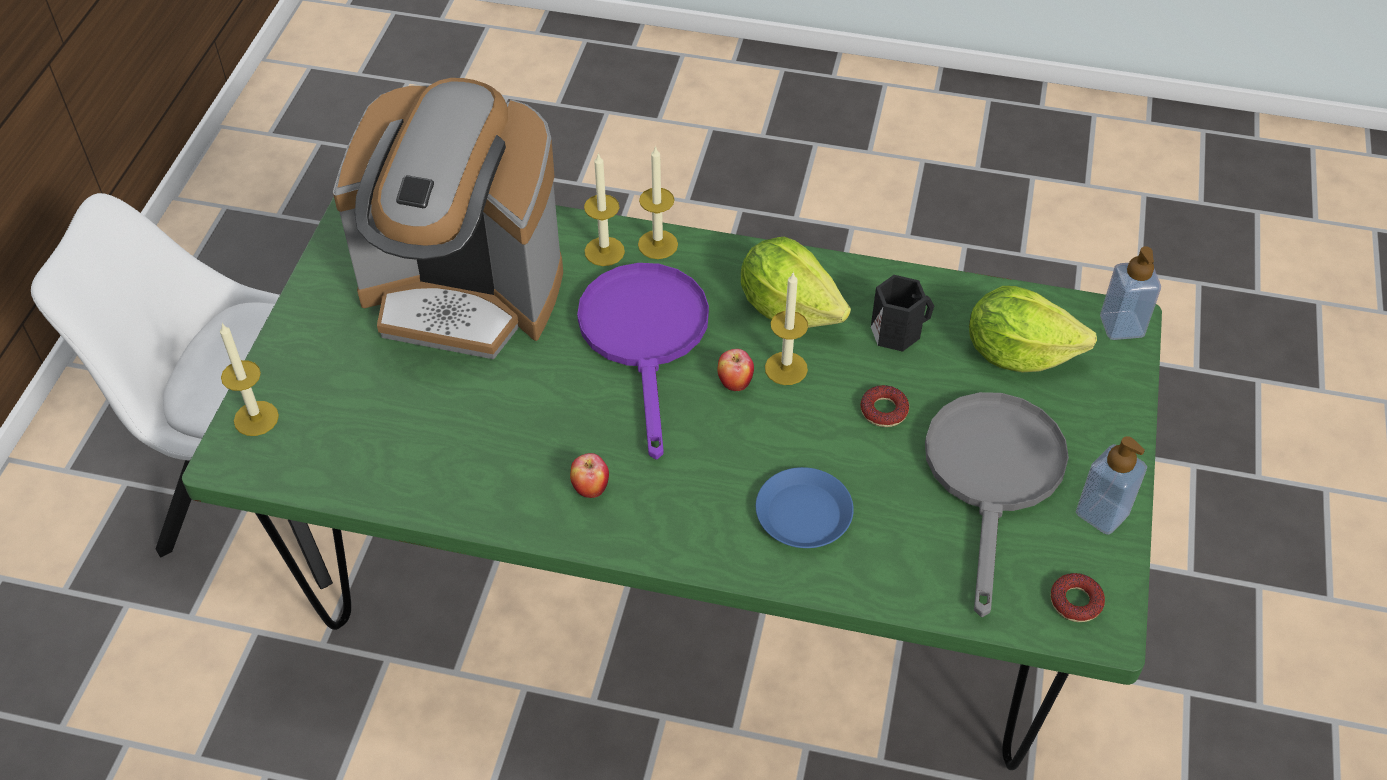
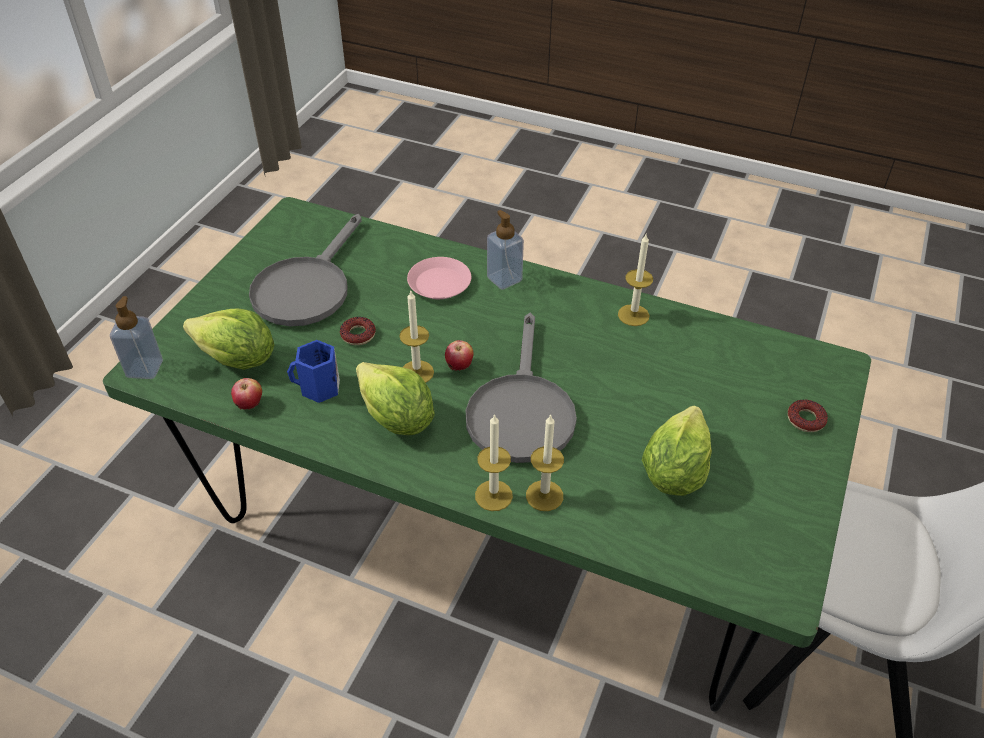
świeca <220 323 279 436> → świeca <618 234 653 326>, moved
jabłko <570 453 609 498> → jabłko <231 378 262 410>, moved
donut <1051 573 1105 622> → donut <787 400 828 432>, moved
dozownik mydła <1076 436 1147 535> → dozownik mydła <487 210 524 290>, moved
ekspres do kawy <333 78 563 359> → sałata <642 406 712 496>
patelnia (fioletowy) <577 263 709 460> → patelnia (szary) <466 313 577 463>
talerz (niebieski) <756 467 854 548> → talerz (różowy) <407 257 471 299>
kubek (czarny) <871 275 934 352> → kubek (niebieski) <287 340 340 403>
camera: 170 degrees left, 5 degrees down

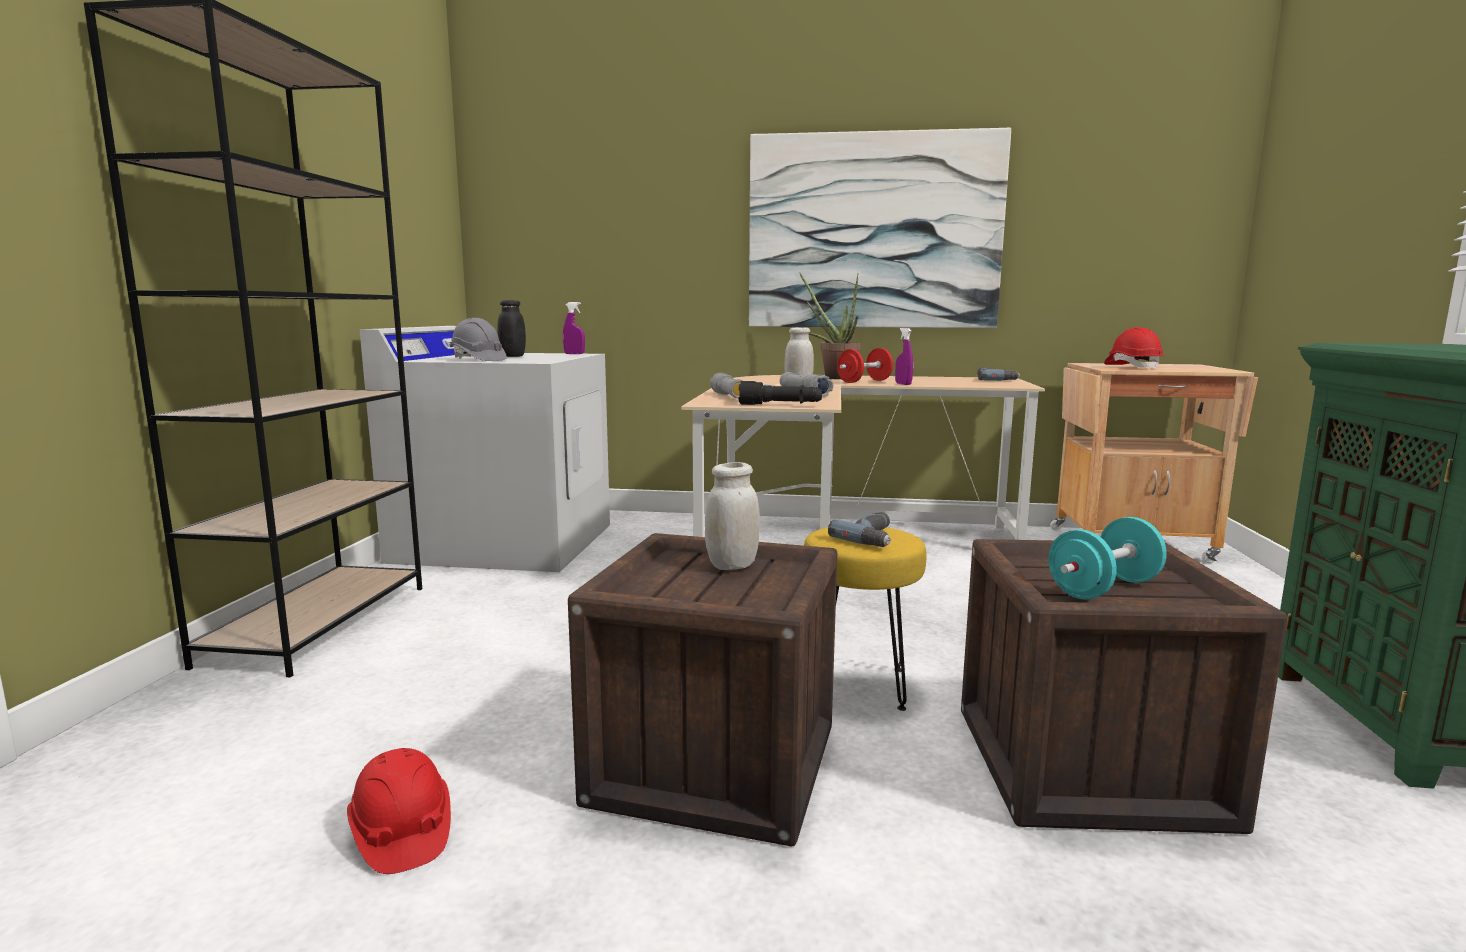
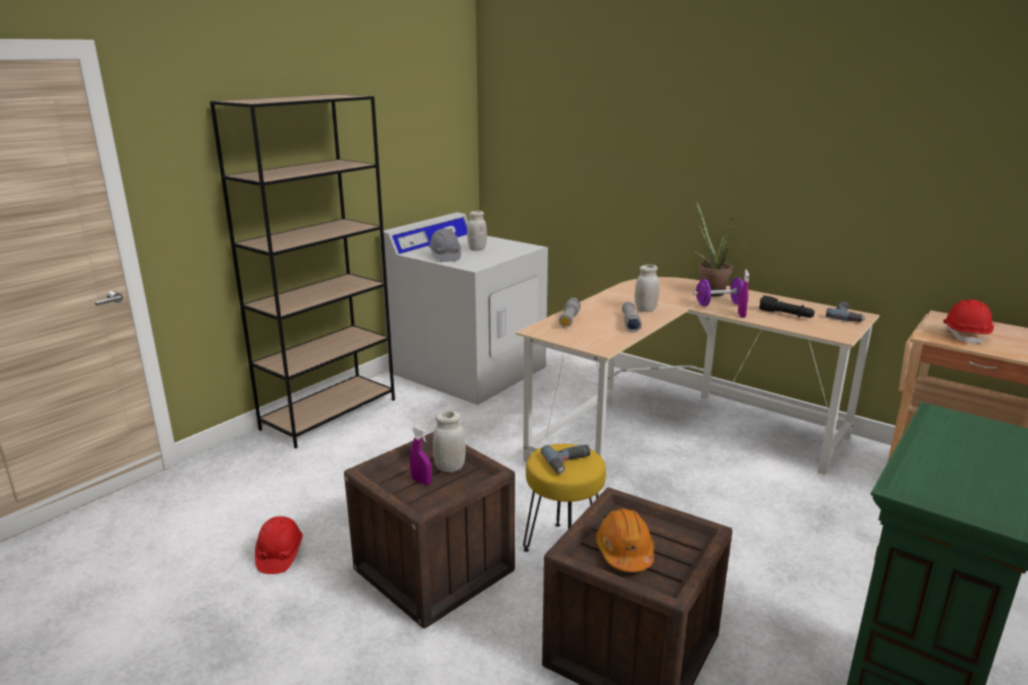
obraz <749 128 1011 328> → -
spryskiwacz (fioletowy) <563 302 585 354> → spryskiwacz (fioletowy) <410 426 432 485>, moved
latarka (czarny) <738 381 822 405> → latarka (czarny) <759 295 815 318>, moved
hantel (turkusowy) <1049 517 1167 599> → kask (pomarańczowy) <596 508 654 572>
słoik (czarny) <497 300 526 357> → słoik (biały) <467 211 487 251>
hantel (czerwony) <837 348 893 383> → hantel (fioletowy) <693 278 744 306>
camera: 30 degrees right, 10 degrees up

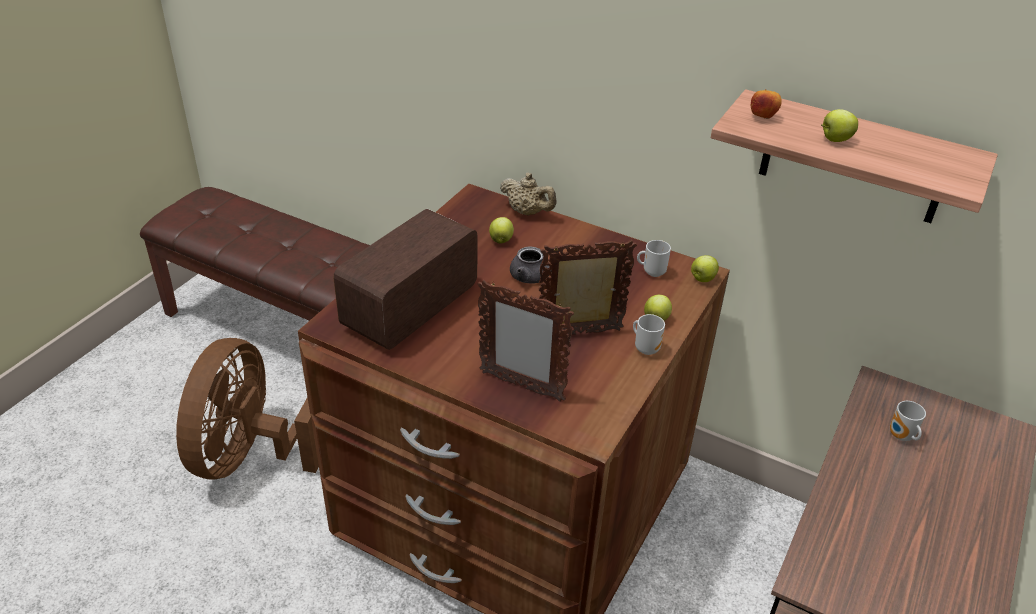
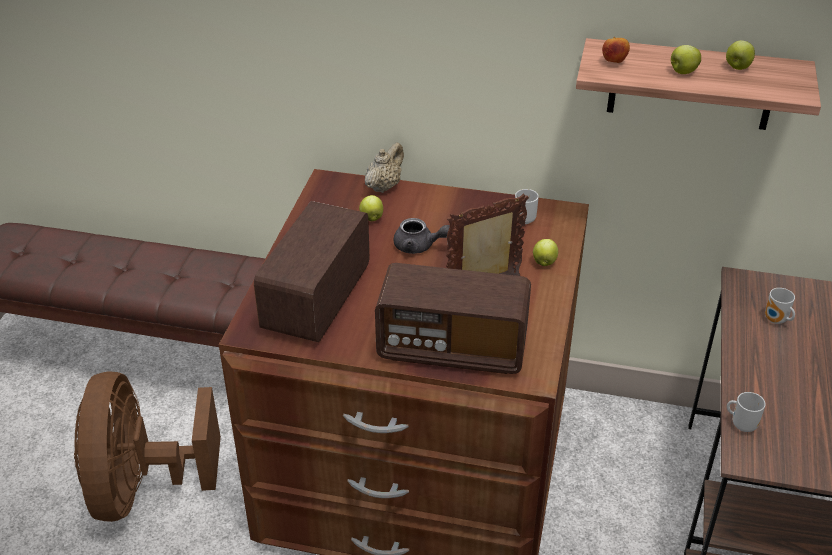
kubek <633 314 665 355> → kubek <727 392 766 432>, moved
jabłko <691 255 719 282> → jabłko <726 40 755 70>, moved
ramka na zdjęcie <477 280 574 402> → radio <375 263 531 374>
imbryk (beżowy) <500 173 556 215> → imbryk (beżowy) <365 142 404 193>, 75 degrees counterclockwise
camera: 15 degrees left, 0 degrees up

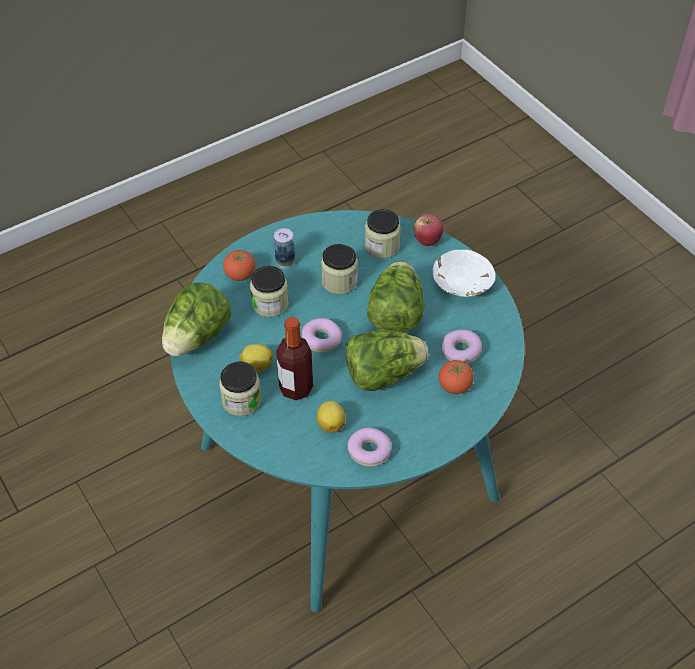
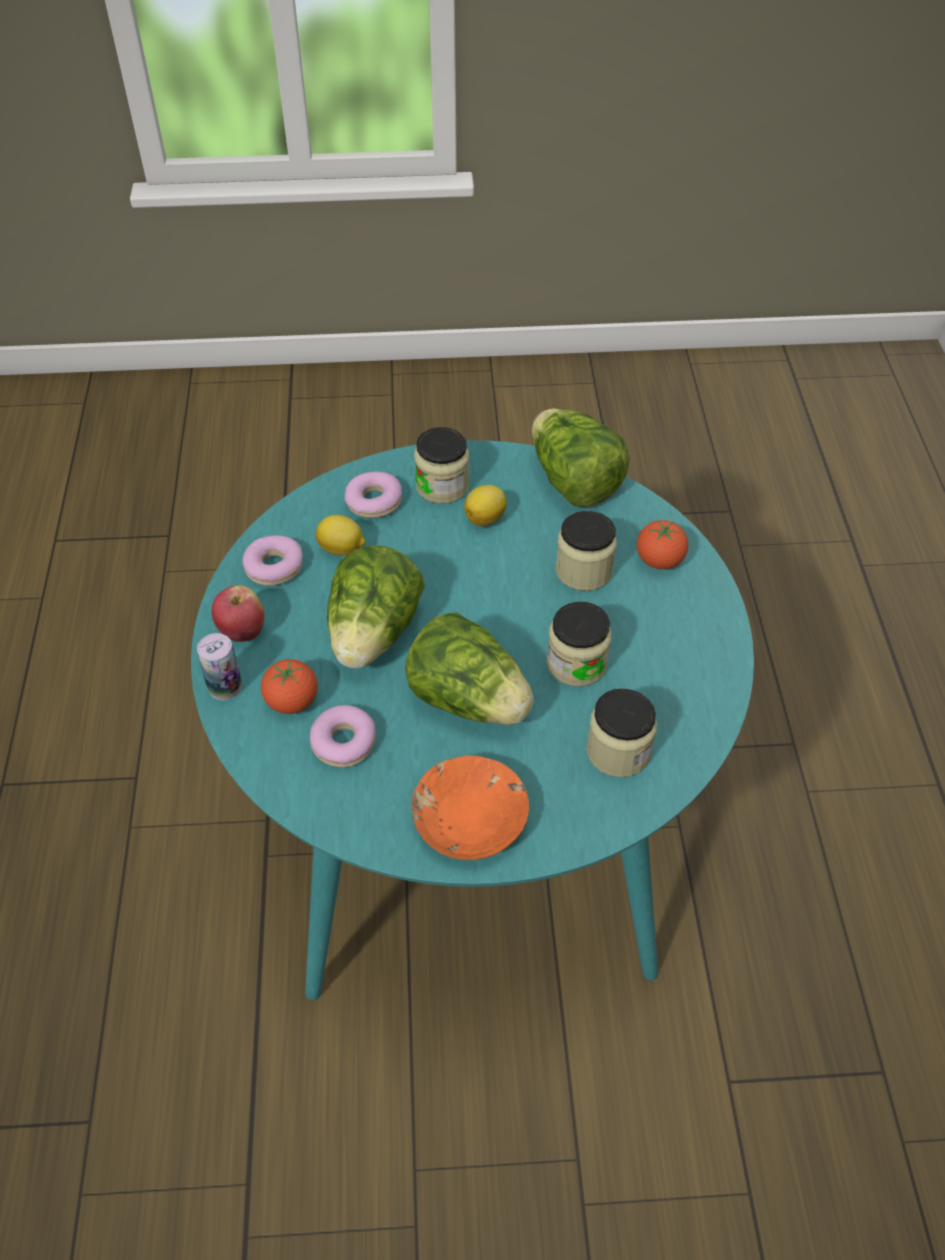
butelka <276 317 313 401> → -
puszka <274 228 295 269> → puszka <197 633 242 700>, moved
donut <302 318 342 352> → donut <345 472 402 518>, moved
jabłko <414 214 443 246> → jabłko <212 585 265 642>, moved
miska (biały) <433 250 495 297> → miska (pomarańczowy) <411 755 529 860>
camera: 120 degrees right, 0 degrees up

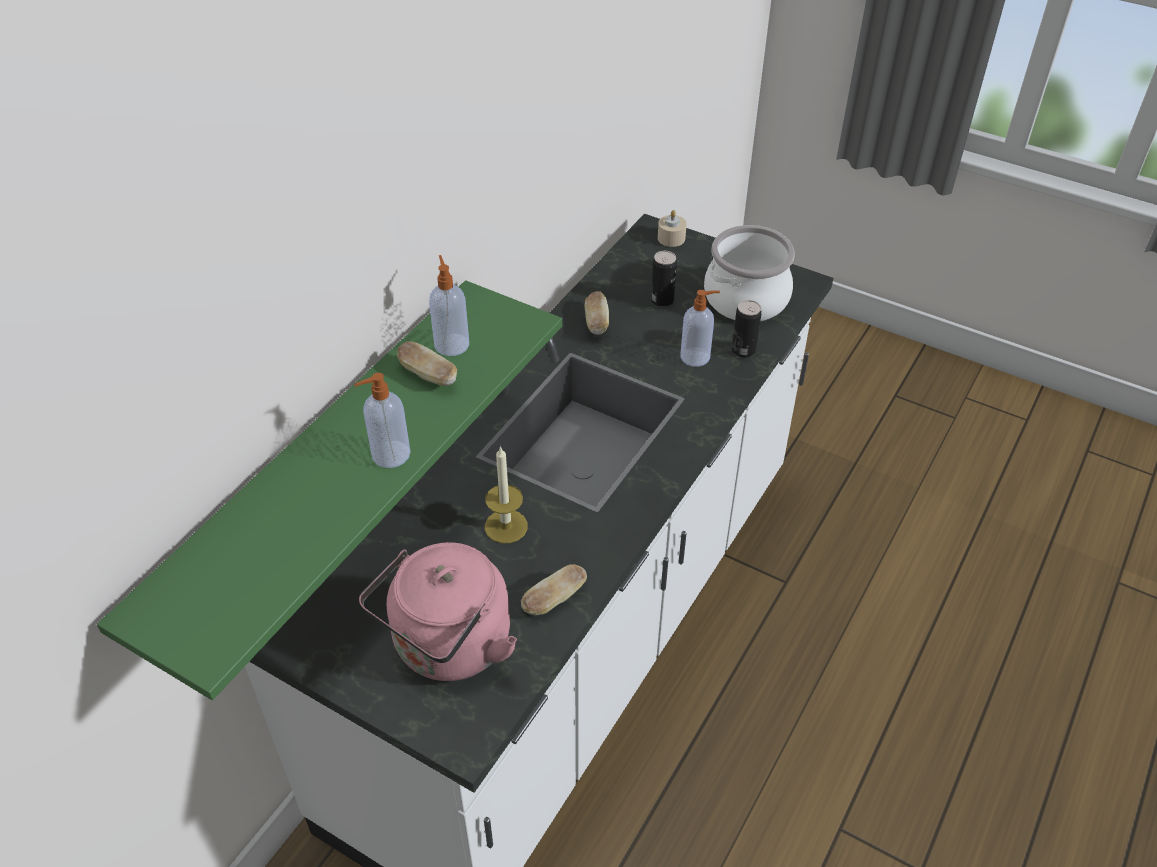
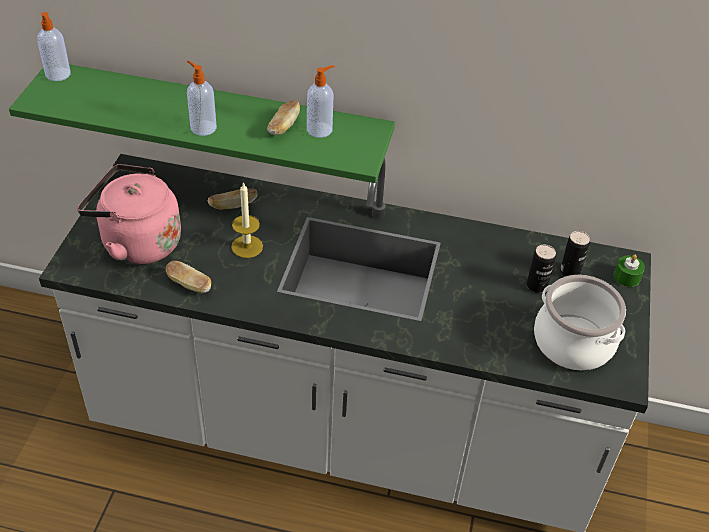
chleb <584 291 609 335> → chleb <208 188 258 209>, moved
dozownik mydła <680 290 720 367> → dozownik mydła <37 12 71 81>, moved
puszka <732 300 762 358> → puszka <560 231 590 277>, moved
świeca (beżowy) <658 210 687 247> → świeca (zielony) <614 254 645 287>
camera: 70 degrees right, 0 degrees up

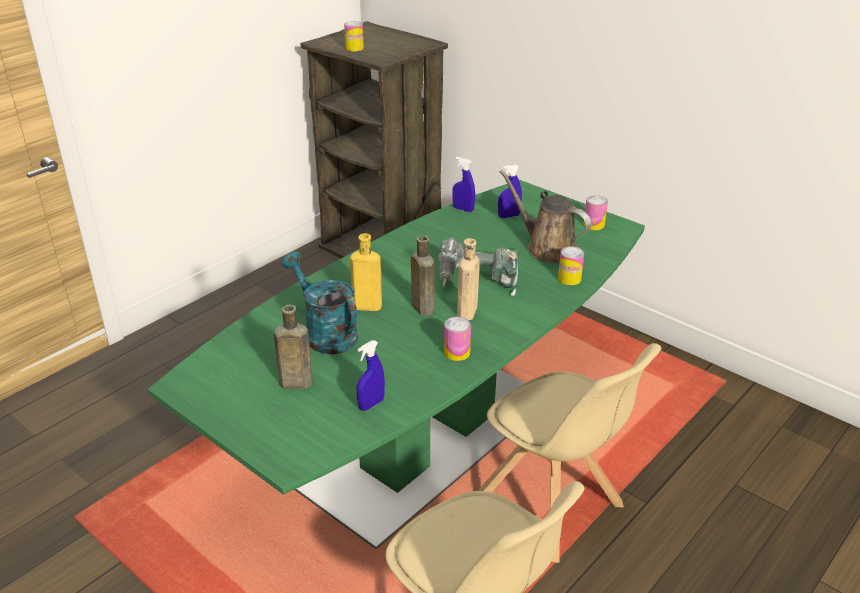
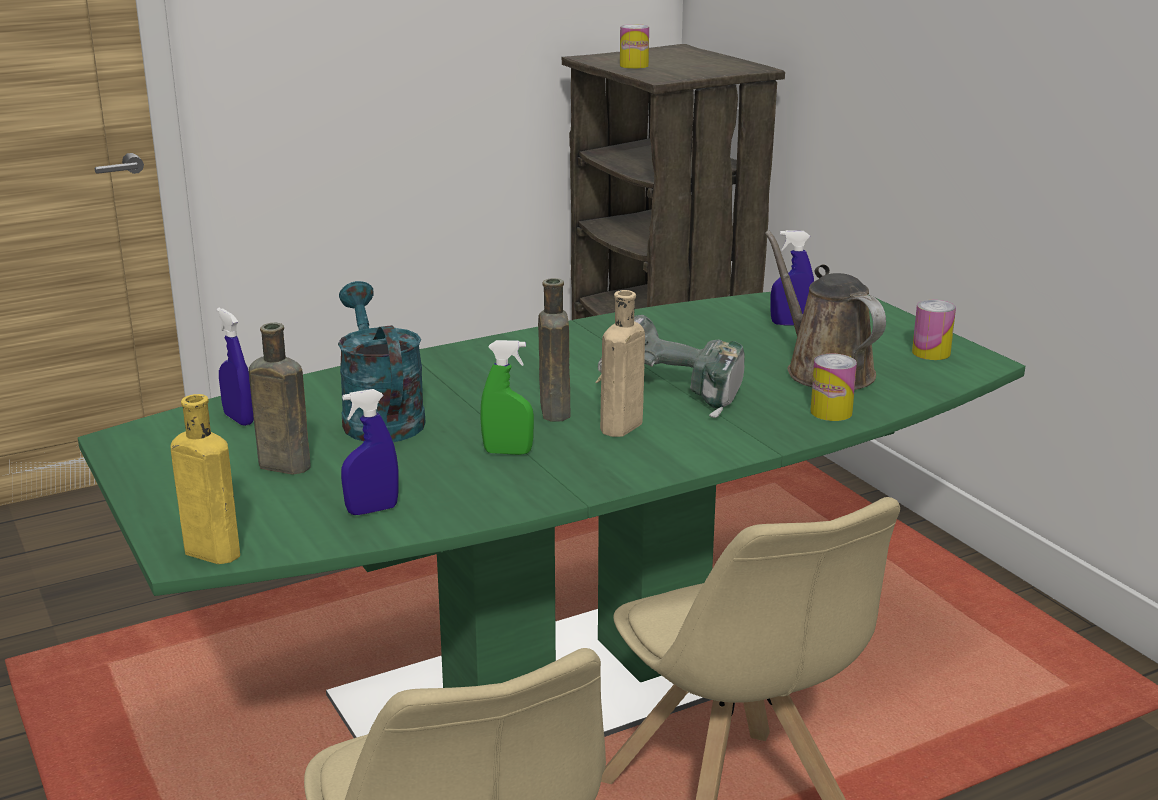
puszka <444 317 471 361> → -
- → spryskiwacz (zielony) <480 340 534 455>
butelka (żółty) <350 233 382 311> → butelka (żółty) <171 394 240 564>, moved
spryskiwacz (niebieski) <452 157 475 212> → spryskiwacz (niebieski) <216 308 254 426>, moved
camera: 20 degrees right, 10 degrees down

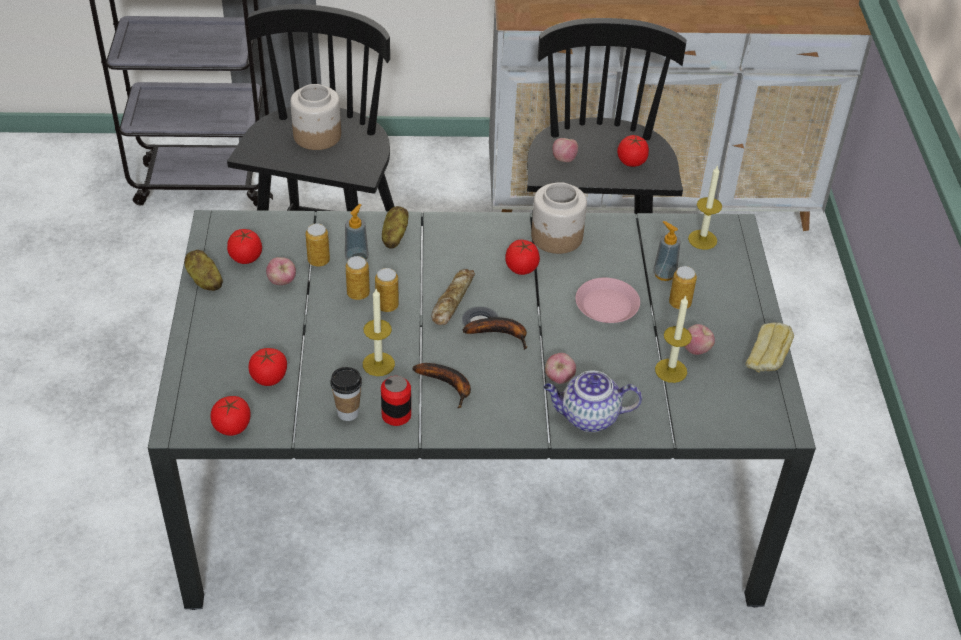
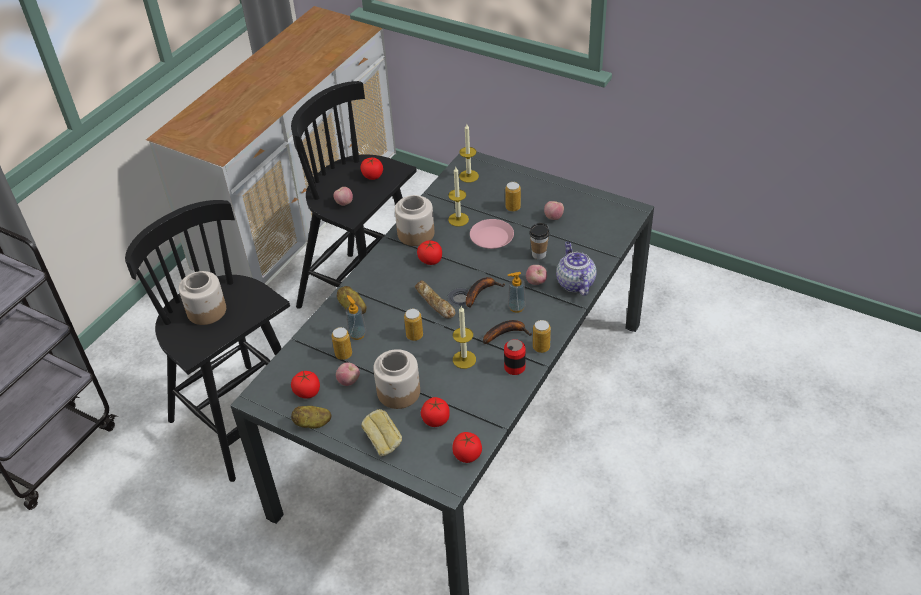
- → słoik <373 349 420 409>
filiżanka <330 367 362 421> → filiżanka <529 223 549 260>, moved
puszka <345 256 370 300> → puszka <533 320 551 353>, moved
dozownik mydła <653 221 681 281> → dozownik mydła <508 272 526 313>, moved
świeca <655 295 692 383> → świeca <448 167 469 227>, moved
chleb <746 323 794 372> → chleb <361 409 402 456>, moved
imbryk <544 371 642 432> → imbryk <556 242 597 296>, 135 degrees clockwise
camera: 55 degrees left, 0 degrees up

